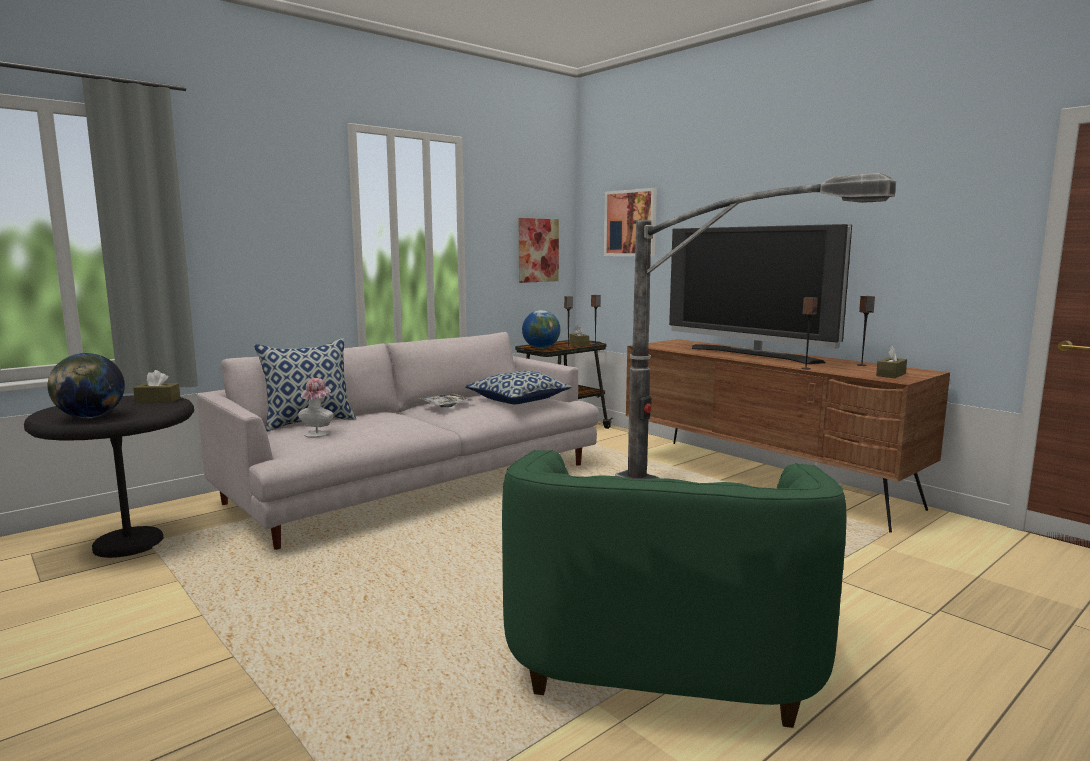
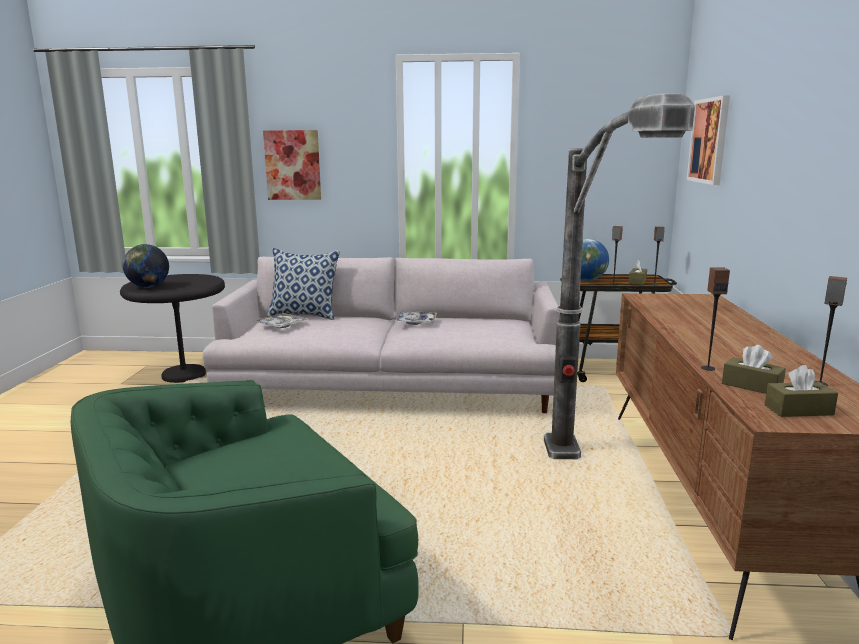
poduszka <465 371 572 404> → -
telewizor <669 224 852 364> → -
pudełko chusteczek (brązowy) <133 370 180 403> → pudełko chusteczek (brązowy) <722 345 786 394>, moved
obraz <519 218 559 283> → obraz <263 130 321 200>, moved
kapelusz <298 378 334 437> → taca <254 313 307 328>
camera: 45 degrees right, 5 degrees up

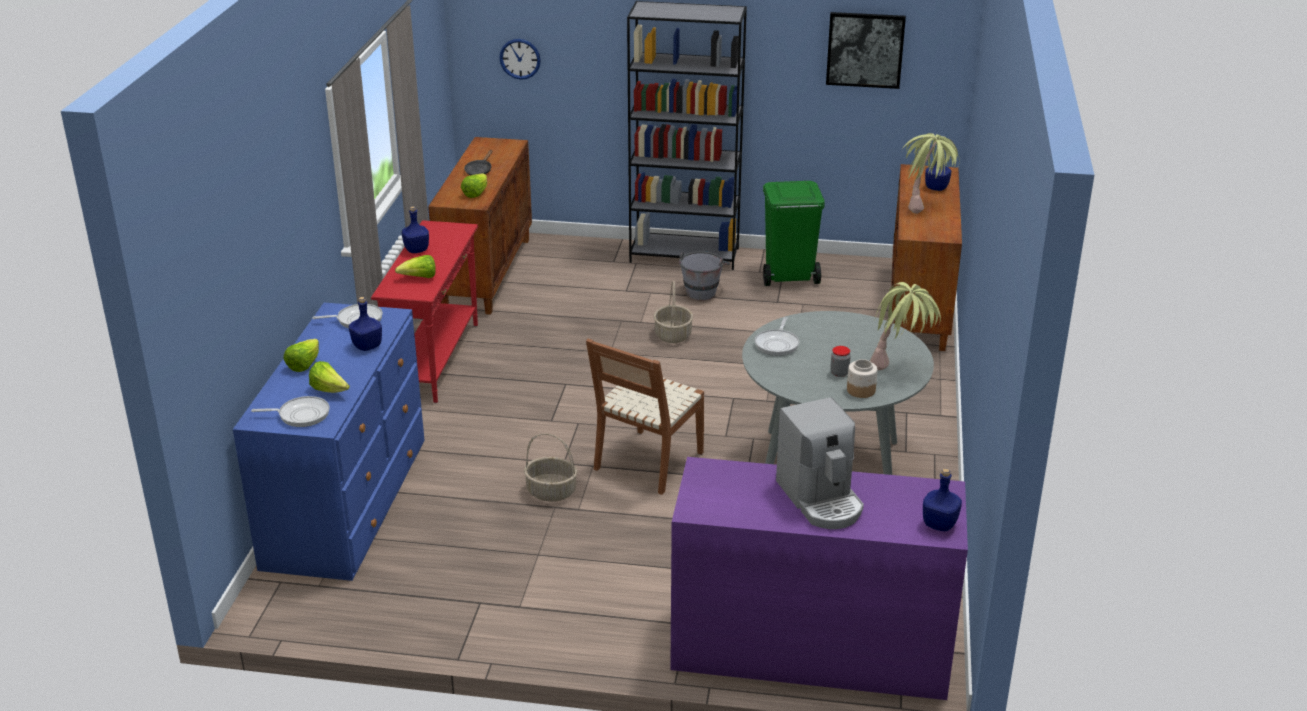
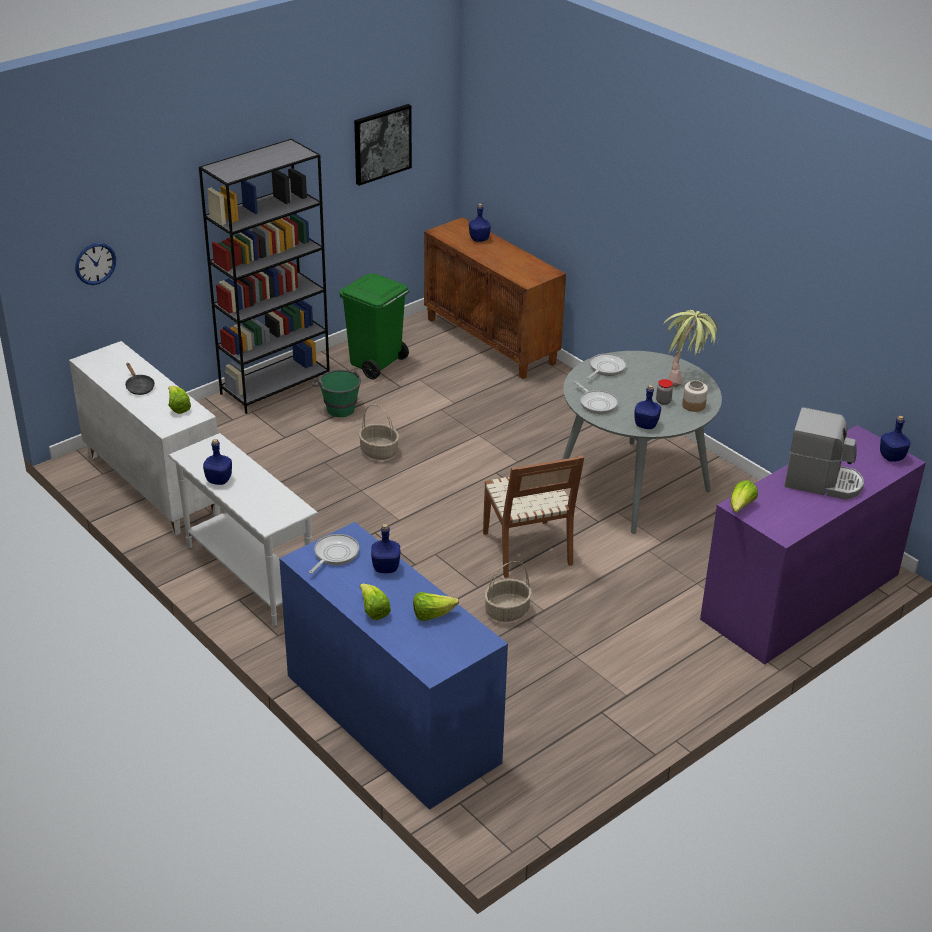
roślina doniczkowa <903 133 960 214> → -
- → butelka (niebieski) <635 385 661 429>
patelnia <251 396 329 427> → patelnia <587 353 627 379>, moved
sałata <395 255 436 278> → sałata <730 480 758 513>, moved
stolik konsolowy (czerwony) <371 220 478 403> → stolik konsolowy (biały) <169 433 318 626>
szafka (brązowy) <428 137 532 315> → szafka (biały) <69 341 220 536>
wiadro (szary) <679 251 730 301> → wiadro (zielony) <311 370 361 417>
camera: 50 degrees left, 5 degrees up

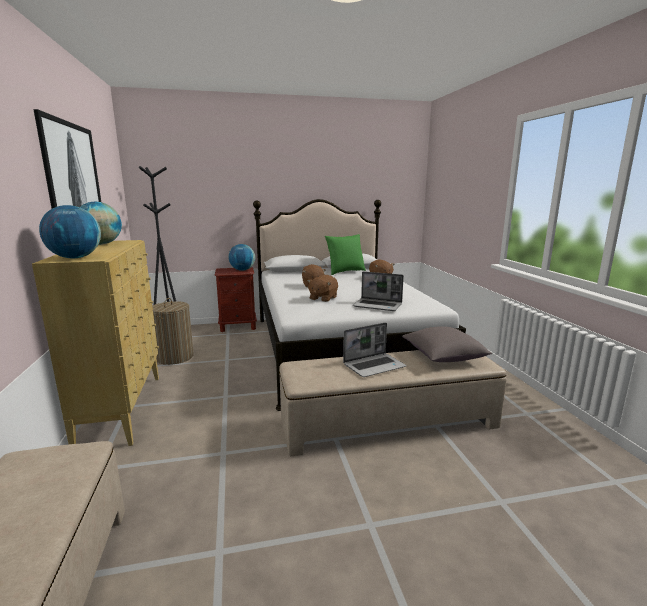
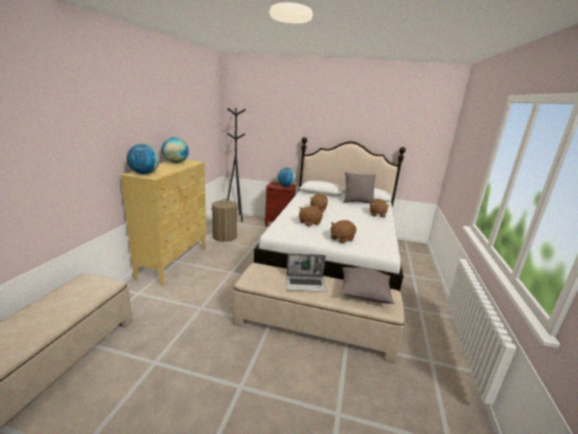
obraz <33 109 101 209> → -
laptop <353 271 404 311> → pluszak (brązowy) <331 220 356 243>
poduszka (zielony) <325 234 366 275> → poduszka (szary) <343 172 376 204>
camera: 25 degrees right, 5 degrees up

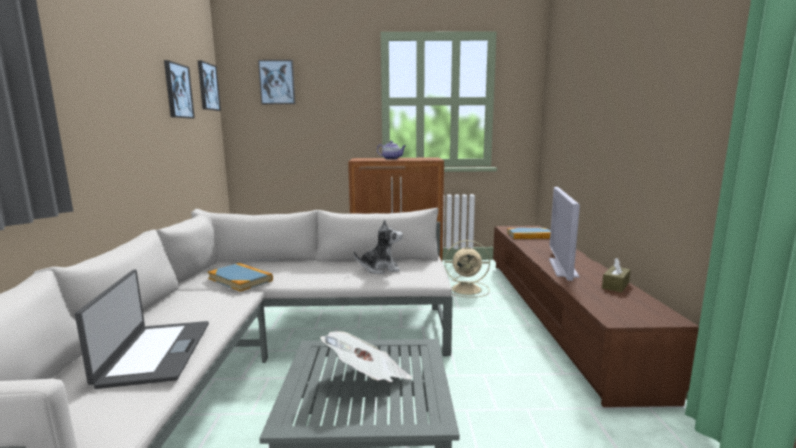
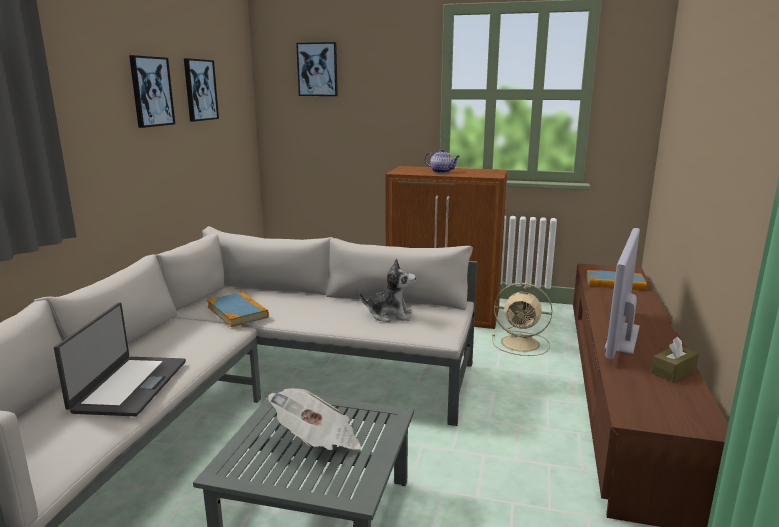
obraz <198 60 221 111> → obraz <129 55 175 128>, moved
camera: 15 degrees right, 5 degrees up

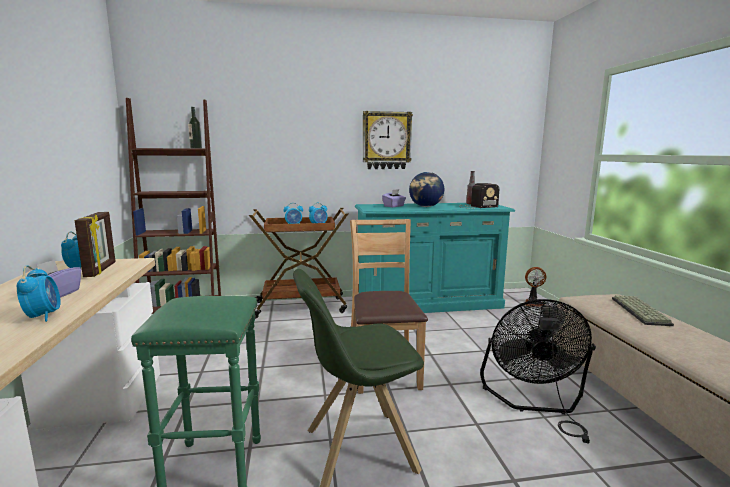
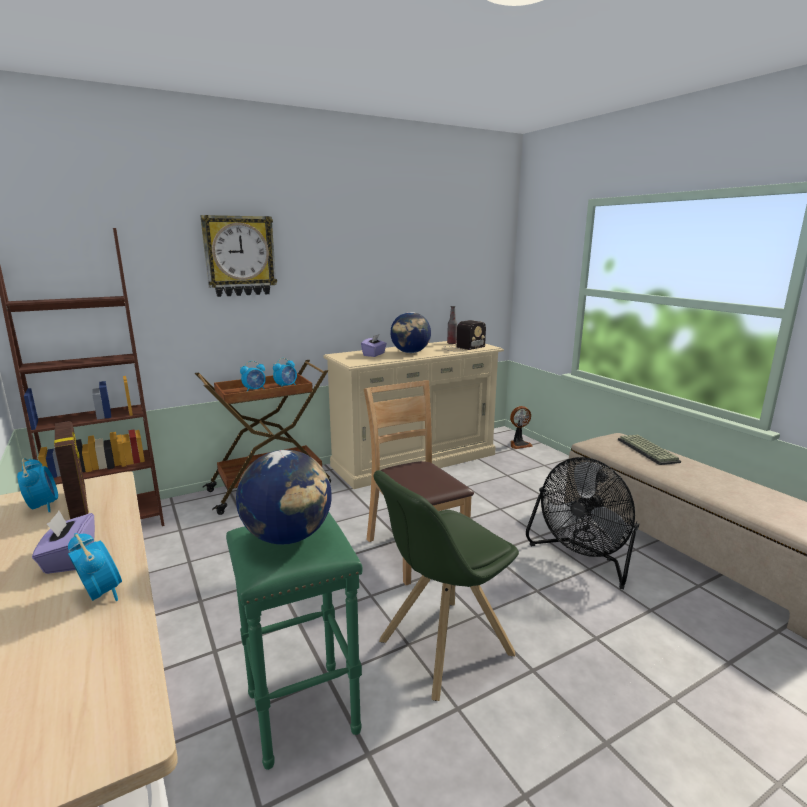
butelka <188 107 202 148> → -
- → globus <236 450 332 545>
zegar ścienny <363 111 413 169> → zegar ścienny <200 215 277 297>, moved
szafka (turkusowy) <355 203 515 313> → szafka (beżowy) <323 341 504 489>
wentylator (czarny) <480 299 596 443> → wentylator (czarny) <526 457 639 589>, 120 degrees counterclockwise
camera: 20 degrees left, 5 degrees up

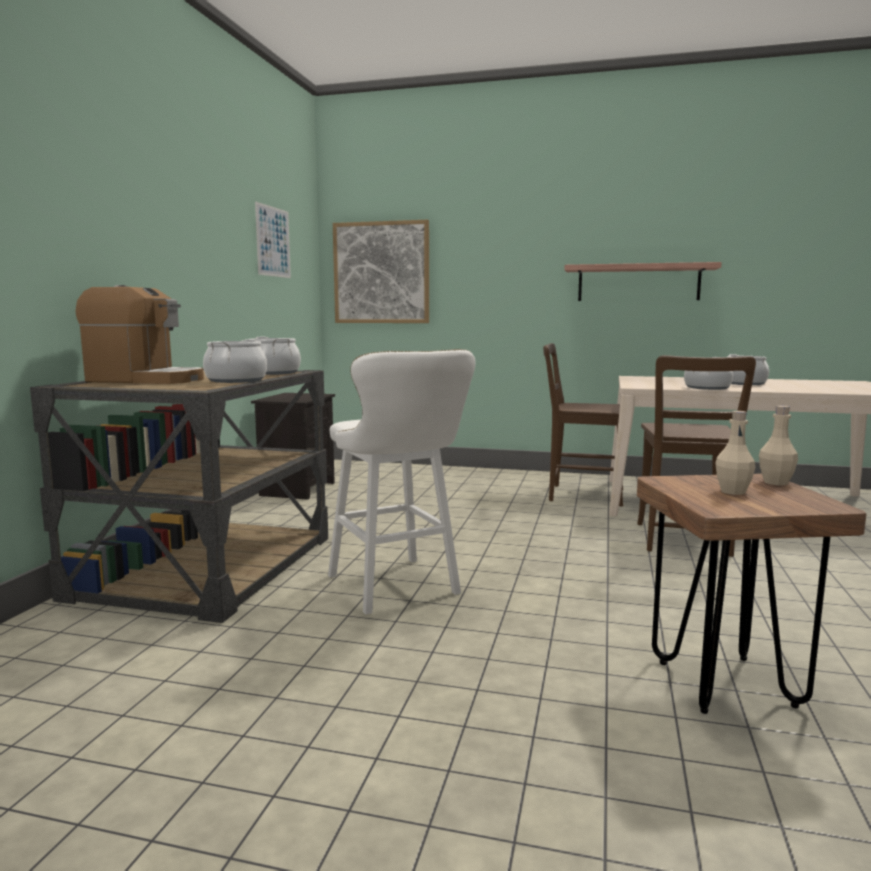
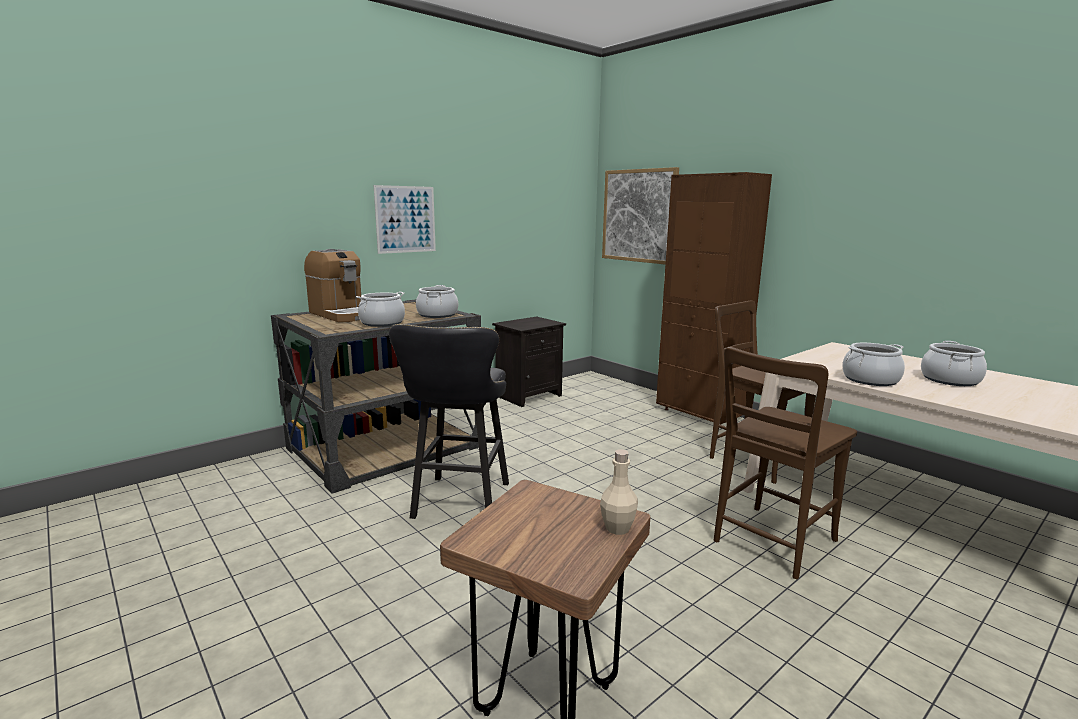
półka <564 262 722 301> → -
butelka (beżowy) <715 411 755 495> → -
- → szafka (brązowy) <656 172 772 425>
obraz <255 201 291 278> → obraz <374 185 436 254>, moved
stołek (biały) <328 349 476 614> → stołek (czarny) <389 324 509 519>
camera: 35 degrees right, 5 degrees up

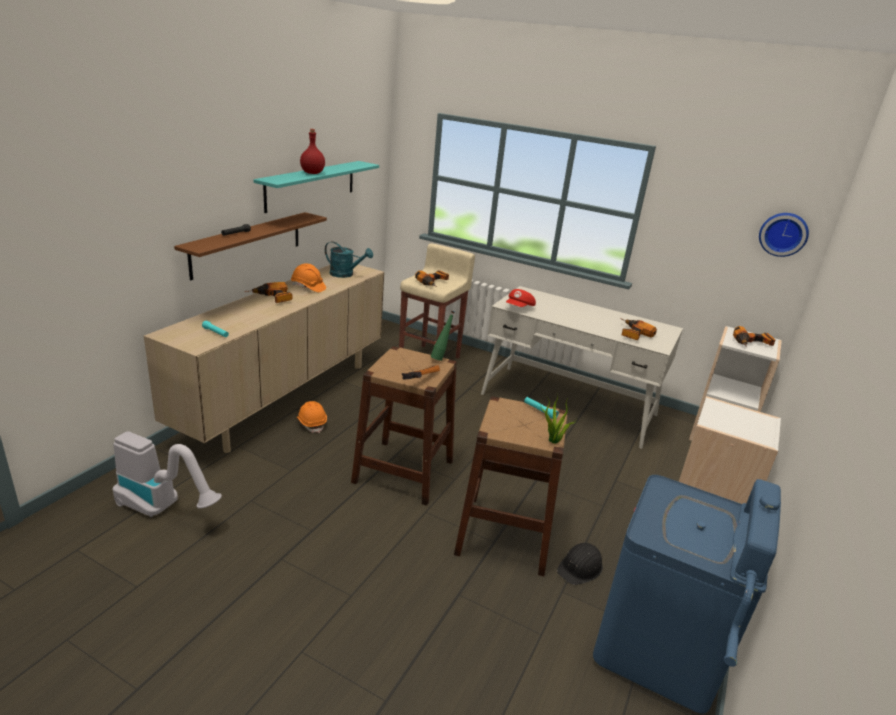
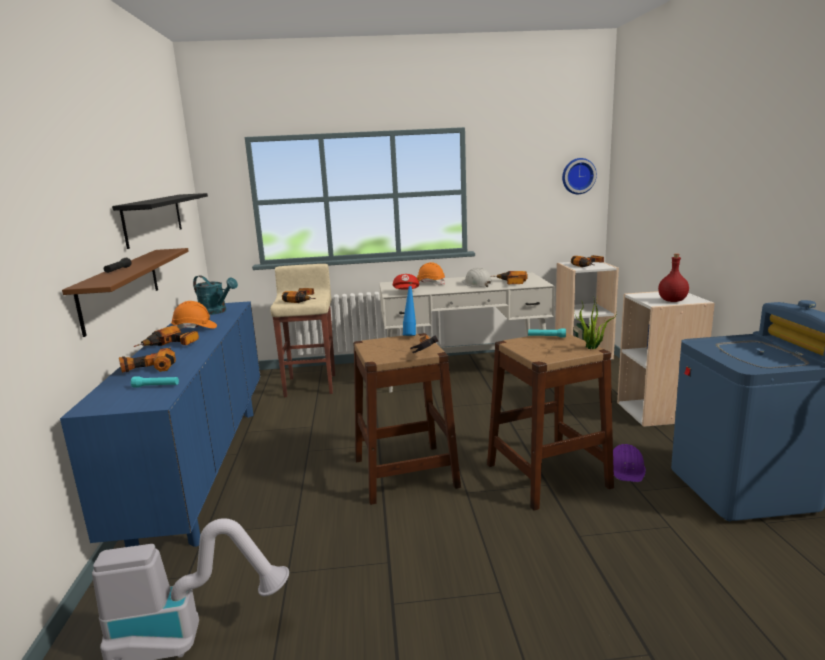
- → wiertarka <119 347 176 373>
- → kask (biały) <462 268 493 287>
kask (pomarańczowy) <297 401 327 433> → kask (pomarańczowy) <417 262 445 285>, moved
butelka (czerwony) <300 129 325 174> → butelka (czerwony) <658 253 689 302>, moved
szafka (beżowy) <144 265 384 453> → szafka (niebieski) <60 301 261 547>
półka (turkusowy) <254 161 379 213> → półka (czarny) <112 193 208 249>
butelka (zielony) <431 311 455 361> → butelka (niebieski) <403 282 416 336>
kask (czarny) <557 543 603 585> → kask (fioletowy) <613 444 646 482>
konewka (turkusowy) <325 241 373 278> → konewka (turkusowy) <193 275 238 315>, 45 degrees clockwise
camera: 30 degrees left, 10 degrees down

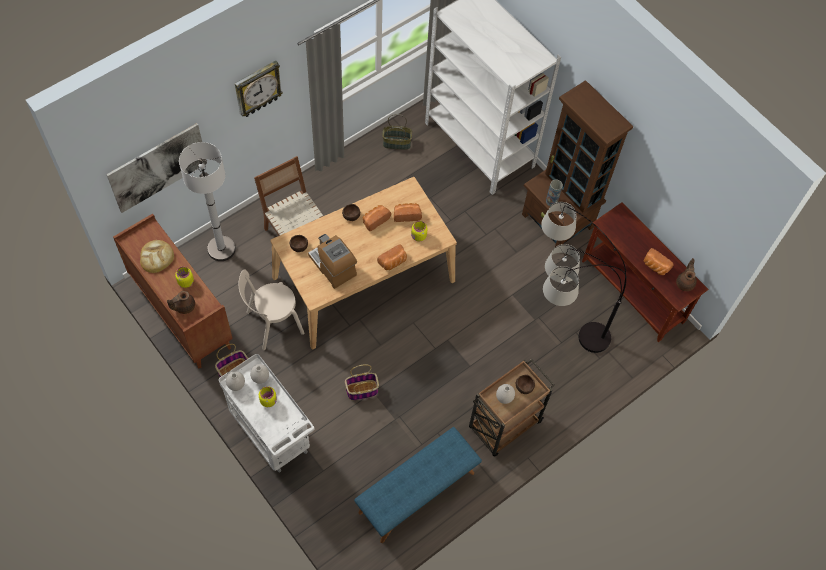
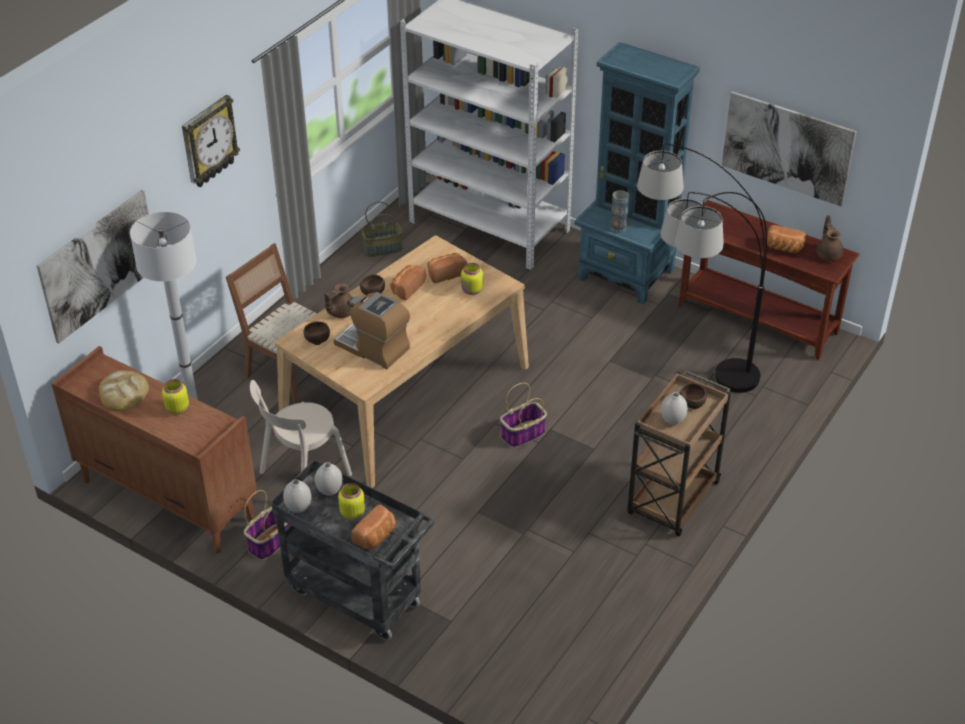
ławka (niebieski) <354 427 482 543> → -
- → obraz <722 91 857 206>
imbryk (brązowy) <167 291 195 314> → imbryk (brązowy) <325 283 353 318>, moved
koszyk <345 365 379 400> → koszyk <500 383 547 448>, moved
chleb <377 244 407 270> → chleb <351 505 396 549>, moved
wózek (biały) <219 354 315 473> → wózek (czarny) <271 461 434 641>
szafka (brązowy) <522 80 633 247> → szafka (niebieski) <575 42 700 305>
camera: 15 degrees left, 20 degrees down

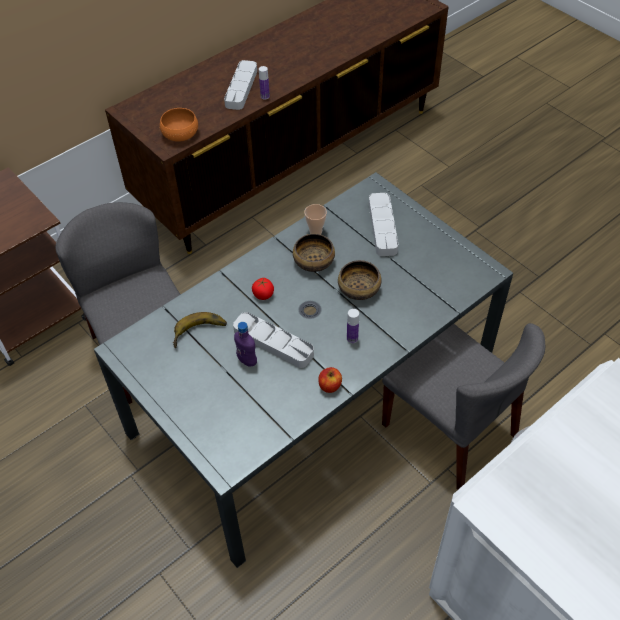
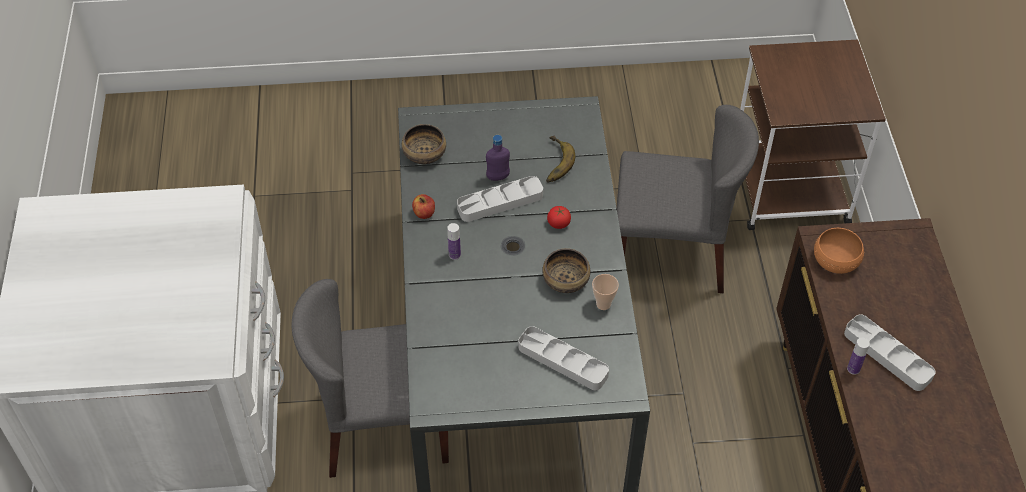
miska <338 260 382 300> → miska <402 124 446 164>, moved
camera: 125 degrees right, 0 degrees up

